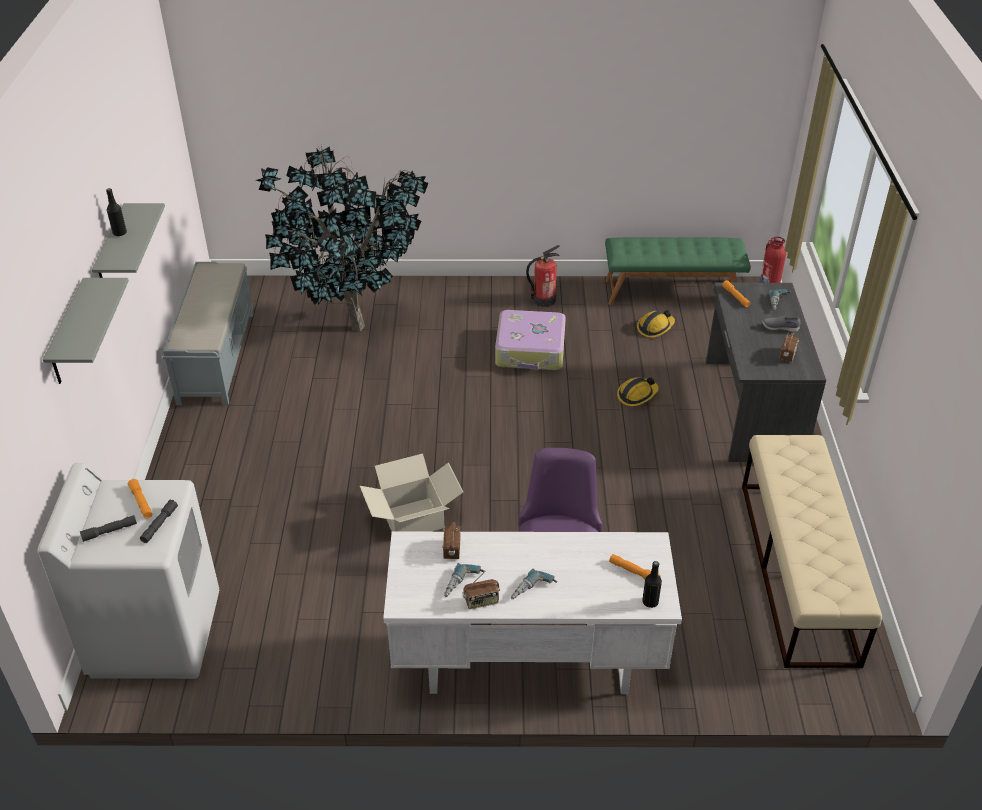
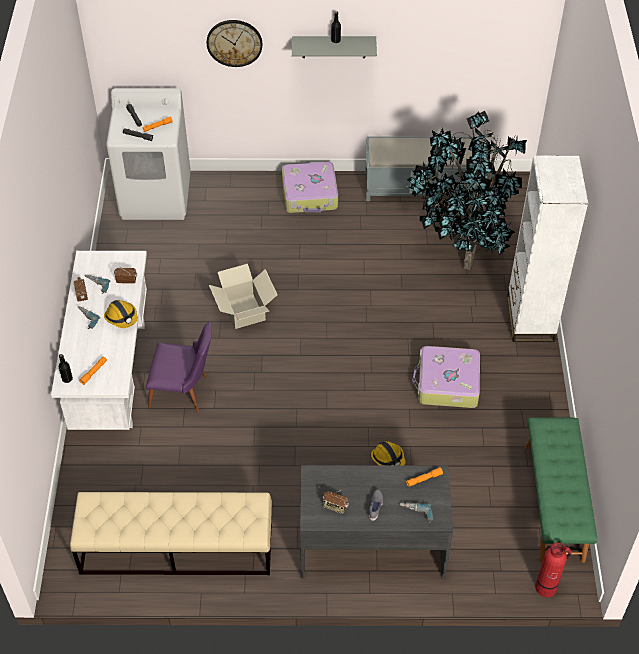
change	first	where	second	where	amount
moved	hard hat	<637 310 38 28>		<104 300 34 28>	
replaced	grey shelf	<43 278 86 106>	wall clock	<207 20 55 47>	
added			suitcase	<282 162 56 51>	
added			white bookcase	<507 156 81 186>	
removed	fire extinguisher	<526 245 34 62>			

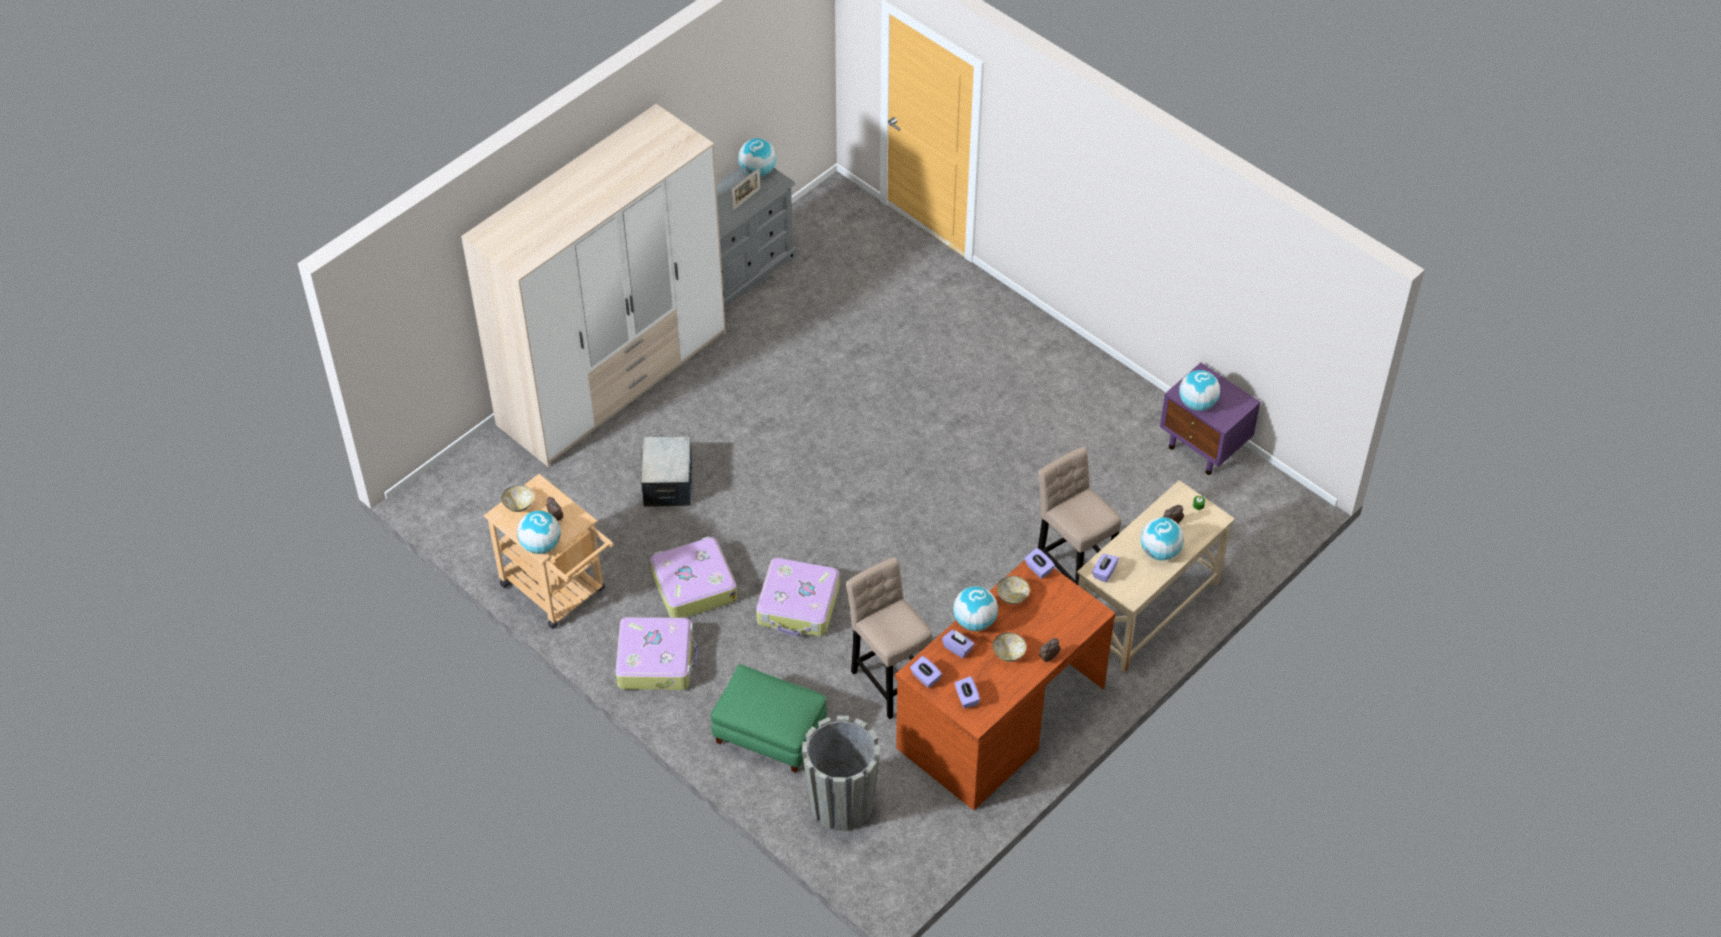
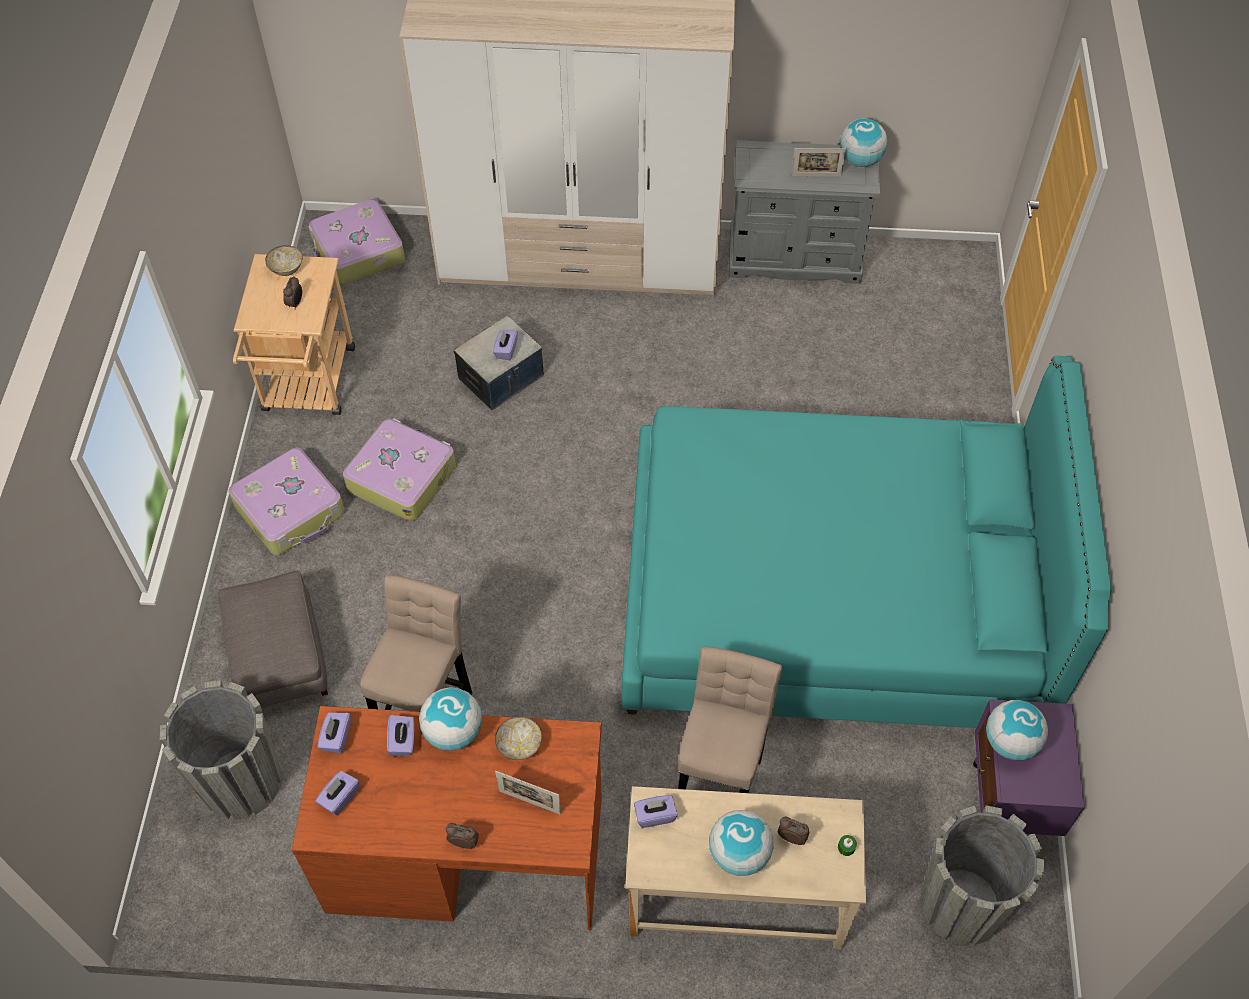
change	first	where	second	where	amount
recoloured	green ottoman	<711 664 116 109>	grey ottoman	<218 570 110 138>	
moved	suitcase	<756 558 84 79>		<308 199 97 86>	
moved	purple tissue box	<1024 548 31 31>		<493 330 25 30>	
added			picture frame	<495 771 66 44>	
added			turquoise bed	<622 356 490 372>	
added			grey planter	<920 805 124 141>	
removed	globe	<517 511 44 43>			
removed	bowl	<992 633 34 29>			

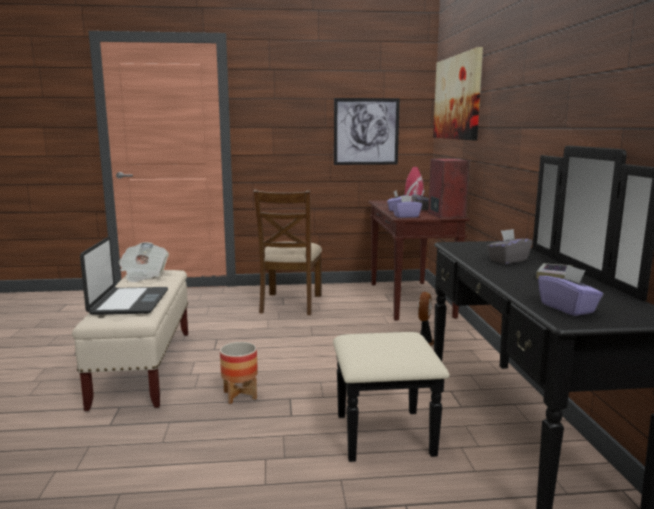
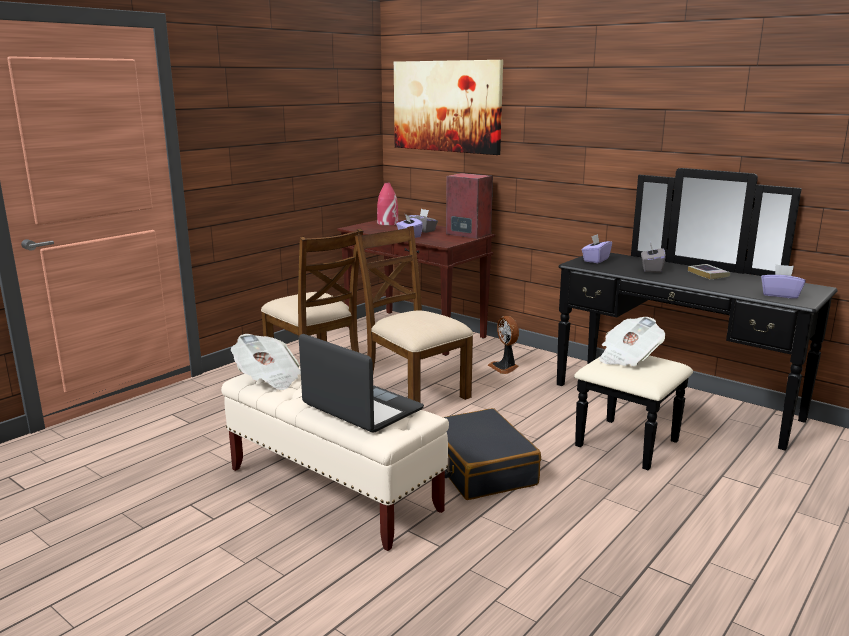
change	first	where	second	where	amount
added			brown chair	<355 226 118 177>	
replaced	planter	<220 342 38 62>	black suitcase	<443 408 98 92>	
moved	purple tissue box	<392 195 30 23>		<582 234 30 29>	
added			newspaper	<599 317 66 49>	
removed	picture	<334 98 66 67>			

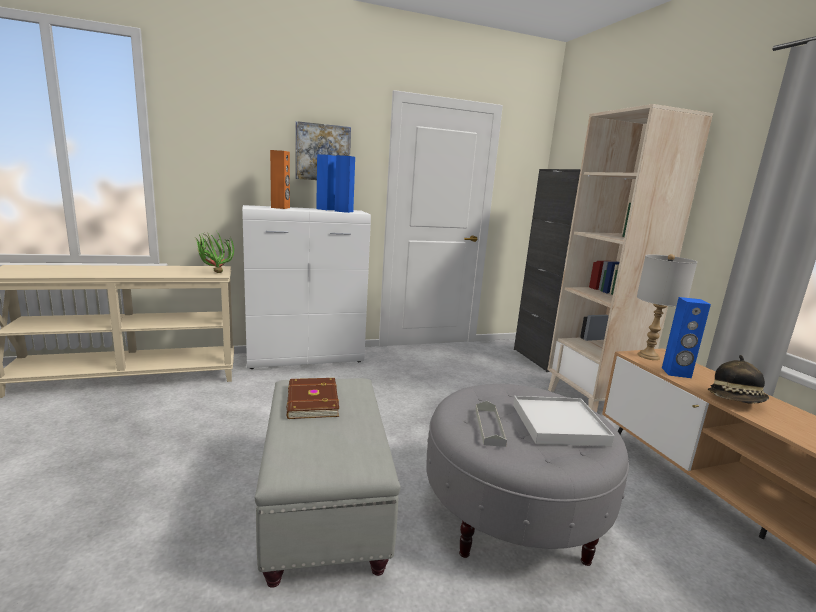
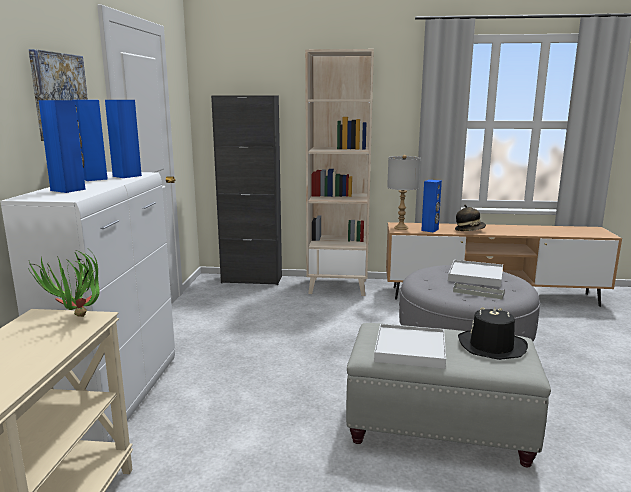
change	first	where	second	where	amount
recoloured	orange speaker	<270 150 20 59>	blue speaker	<39 100 47 93>	
replaced	brown book	<287 378 52 41>	white tray	<374 324 72 45>	
added			black hat	<458 308 70 52>	

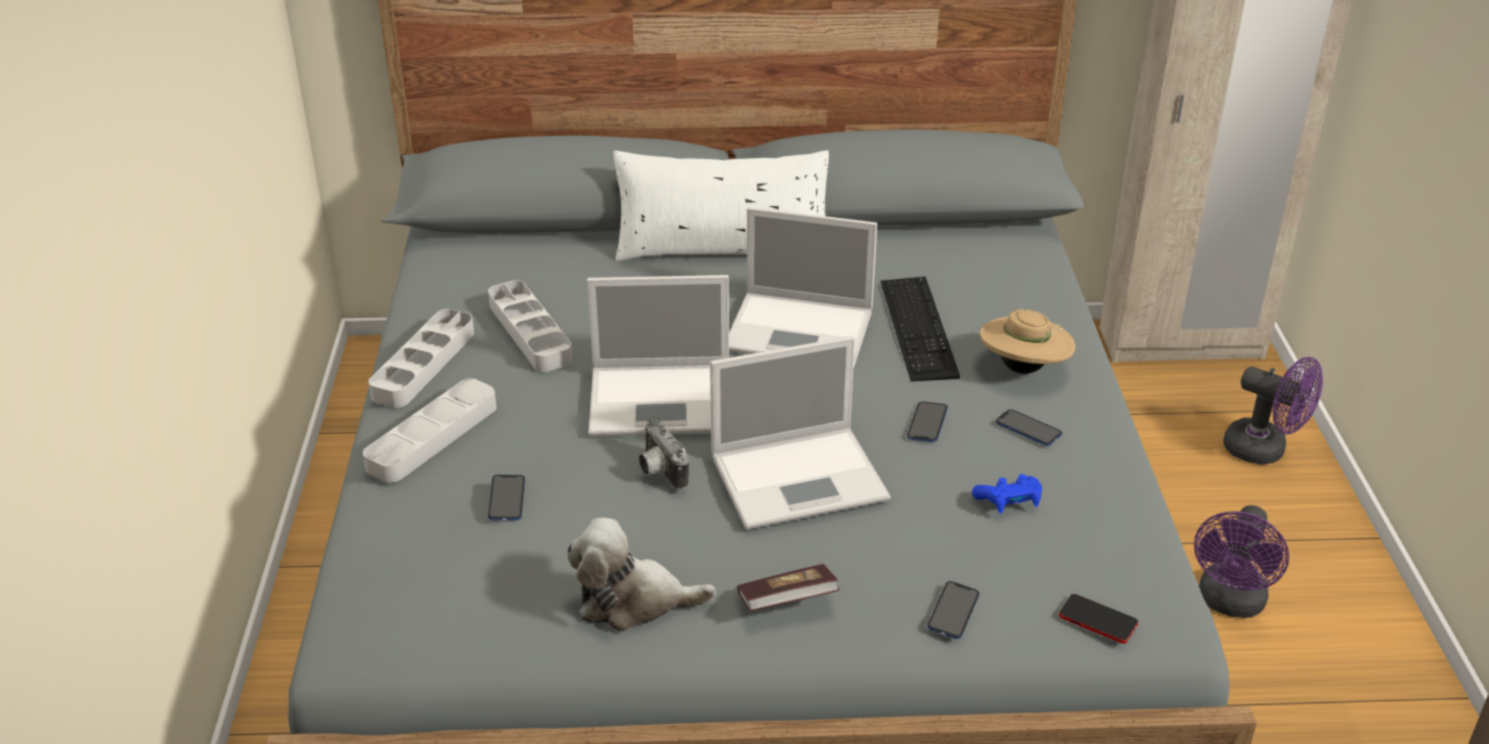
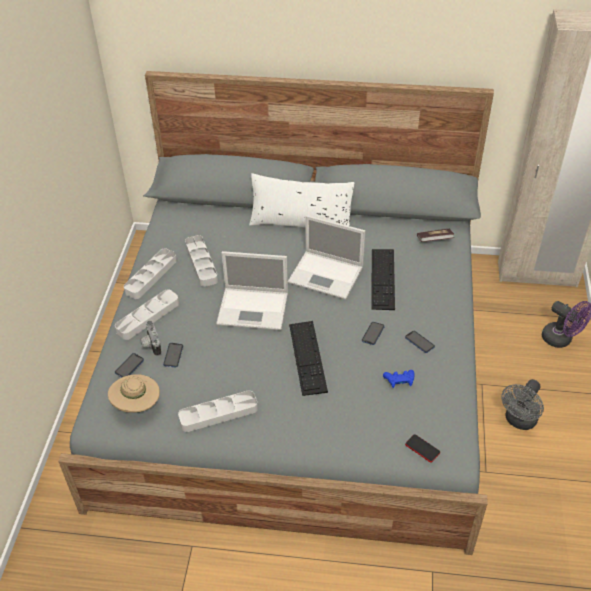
change	first	where	second	where	amount
moved	beige hat	<980 310 95 64>		<108 374 52 39>	
moved	phone	<927 581 52 58>		<115 353 29 24>	
moved	photo camera	<639 417 50 73>		<140 321 21 35>	
replaced	plush toy	<567 518 149 113>	grey tray	<178 391 80 41>	
replaced	laptop	<710 336 181 194>	keyboard	<289 321 39 75>	
moved	book	<737 564 103 47>		<417 229 38 13>	
recoloured	purple fan	<1194 505 95 113>	grey fan	<501 379 43 51>	

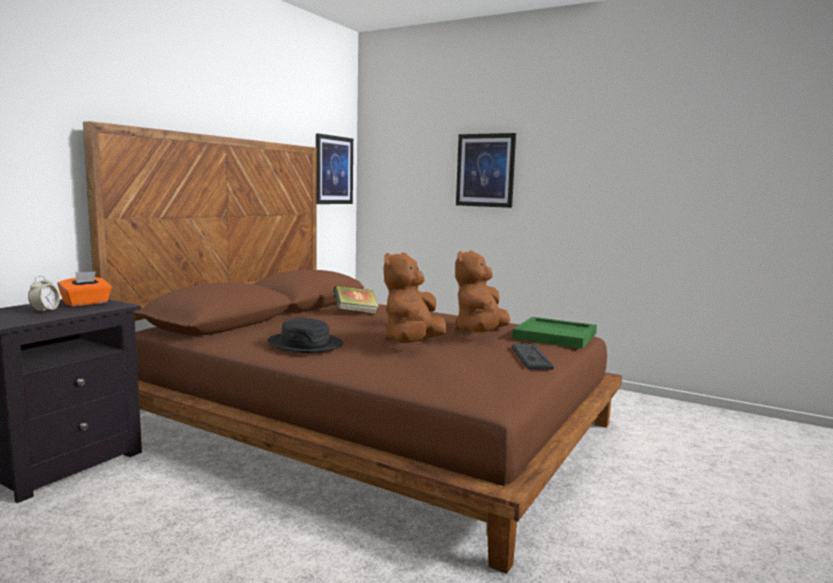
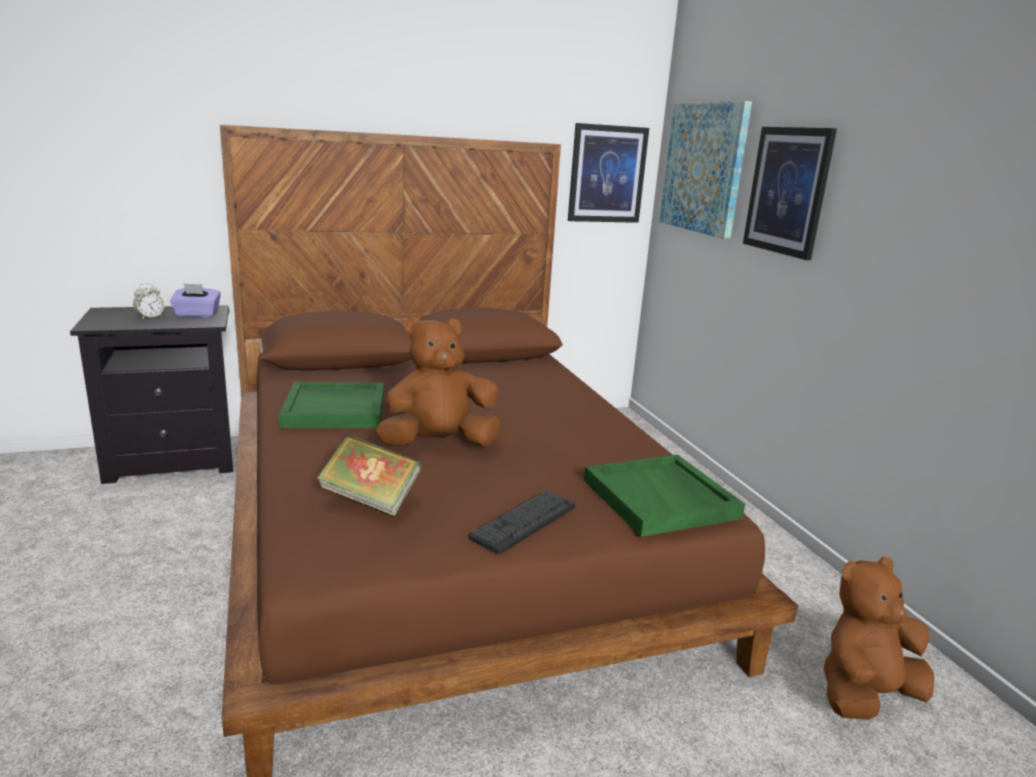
change	first	where	second	where	amount
recoloured	orange tissue box	<57 271 55 36>	purple tissue box	<170 283 51 35>	
replaced	black hat	<267 318 76 35>	green tray	<279 382 105 46>	
moved	book	<333 285 46 29>		<317 435 105 81>	
added			picture	<660 101 92 138>	
moved	brown plush toy	<455 250 55 82>		<824 556 110 164>	

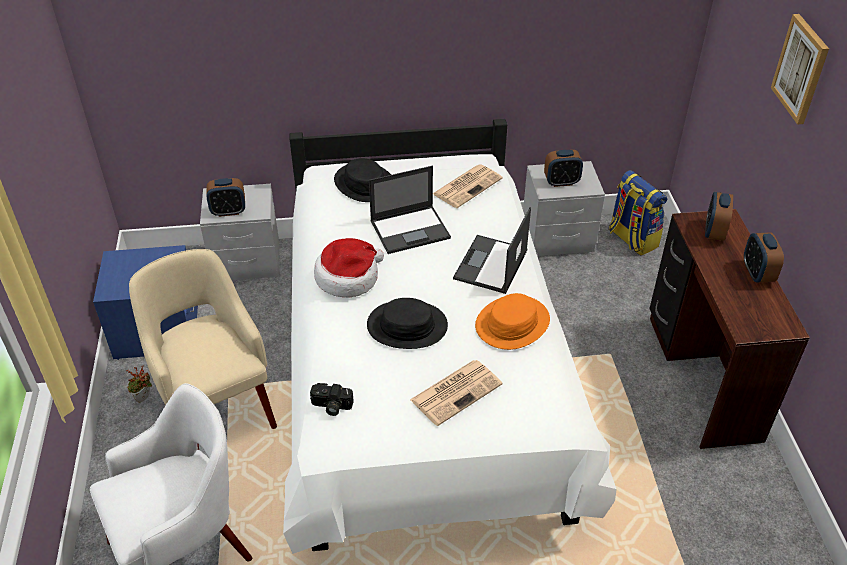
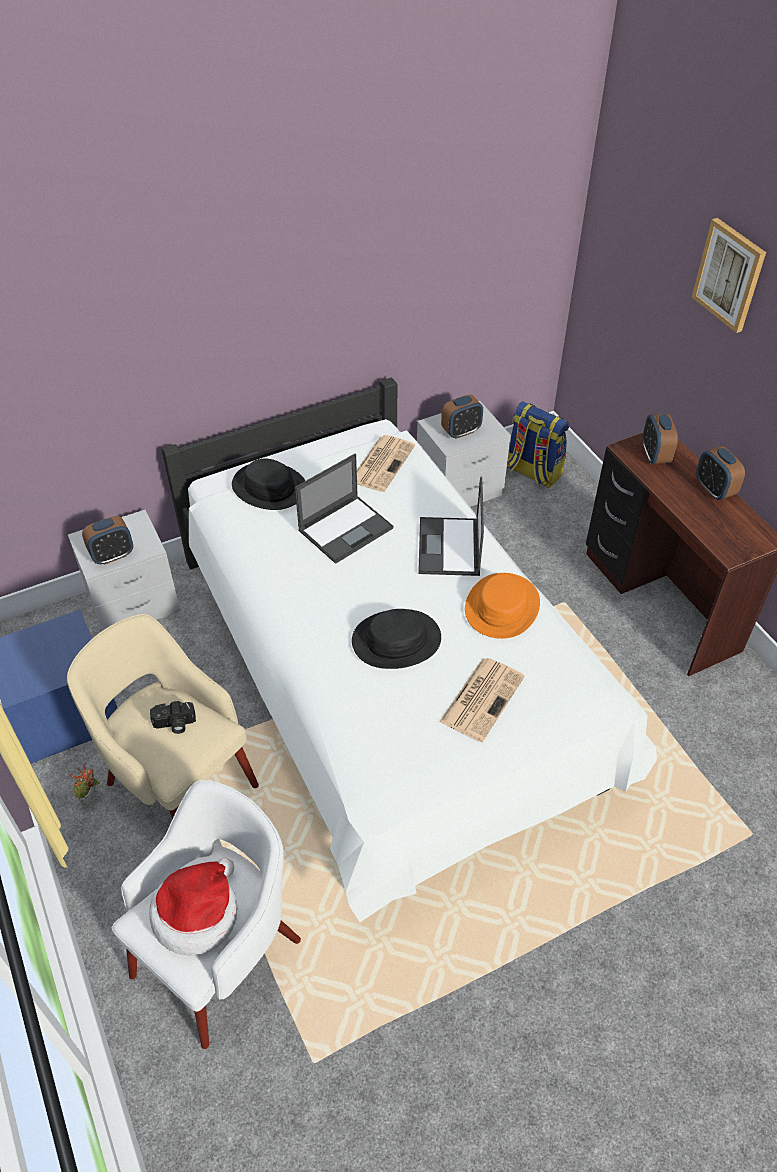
change	first	where	second	where	amount
moved	hat	<314 238 70 60>		<149 858 88 98>	
moved	photo camera	<310 383 43 33>		<150 701 46 33>	

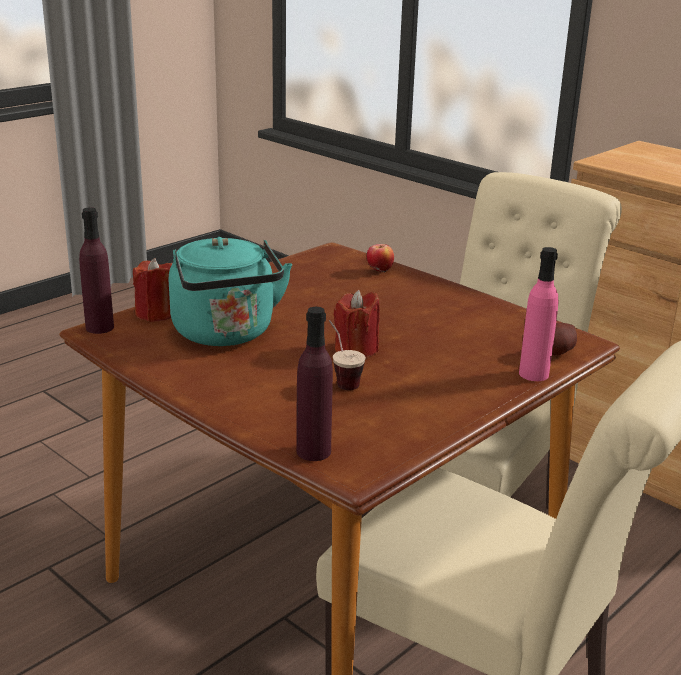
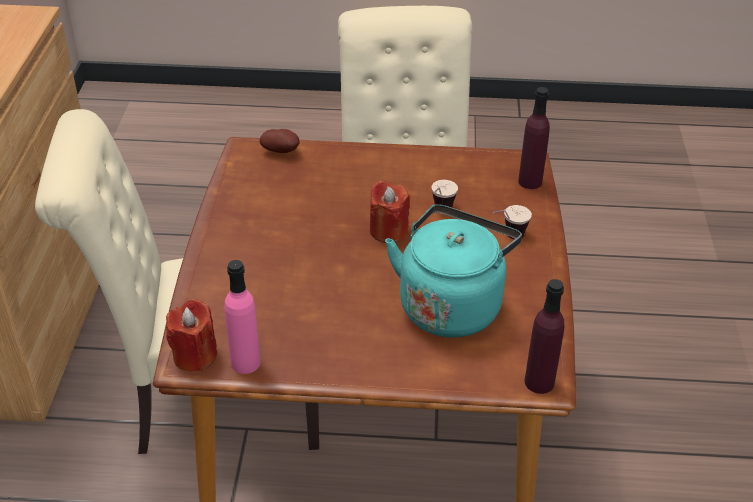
change	first	where	second	where	amount
moved	red candle	<133 258 39 64>		<166 299 51 73>	
moved	pink bottle	<519 247 39 134>		<224 260 37 114>	
added			cup	<493 205 39 34>	
removed	apple	<367 244 27 28>			

